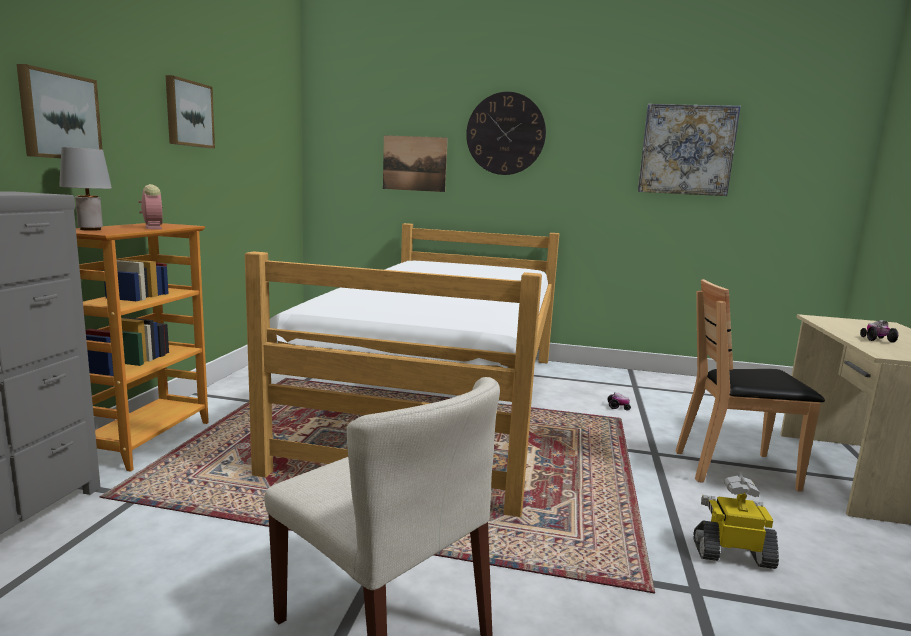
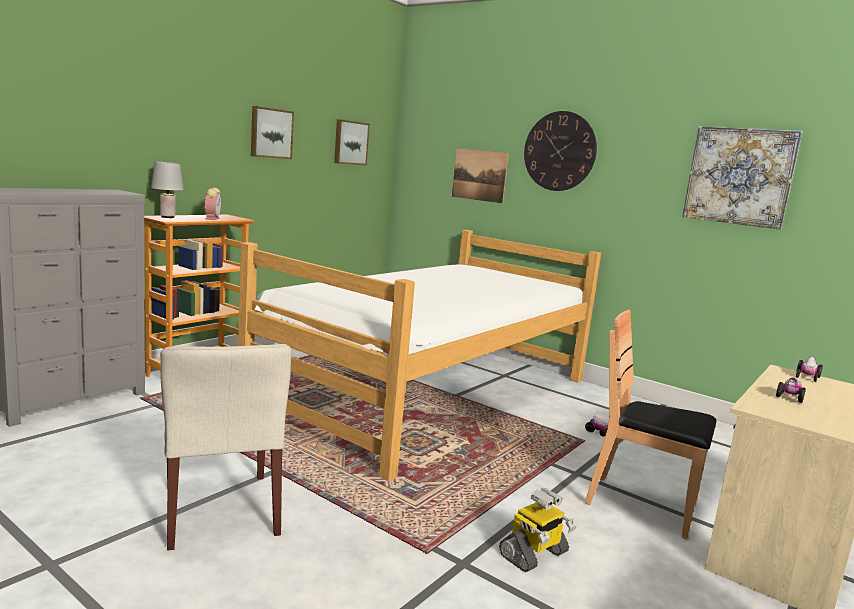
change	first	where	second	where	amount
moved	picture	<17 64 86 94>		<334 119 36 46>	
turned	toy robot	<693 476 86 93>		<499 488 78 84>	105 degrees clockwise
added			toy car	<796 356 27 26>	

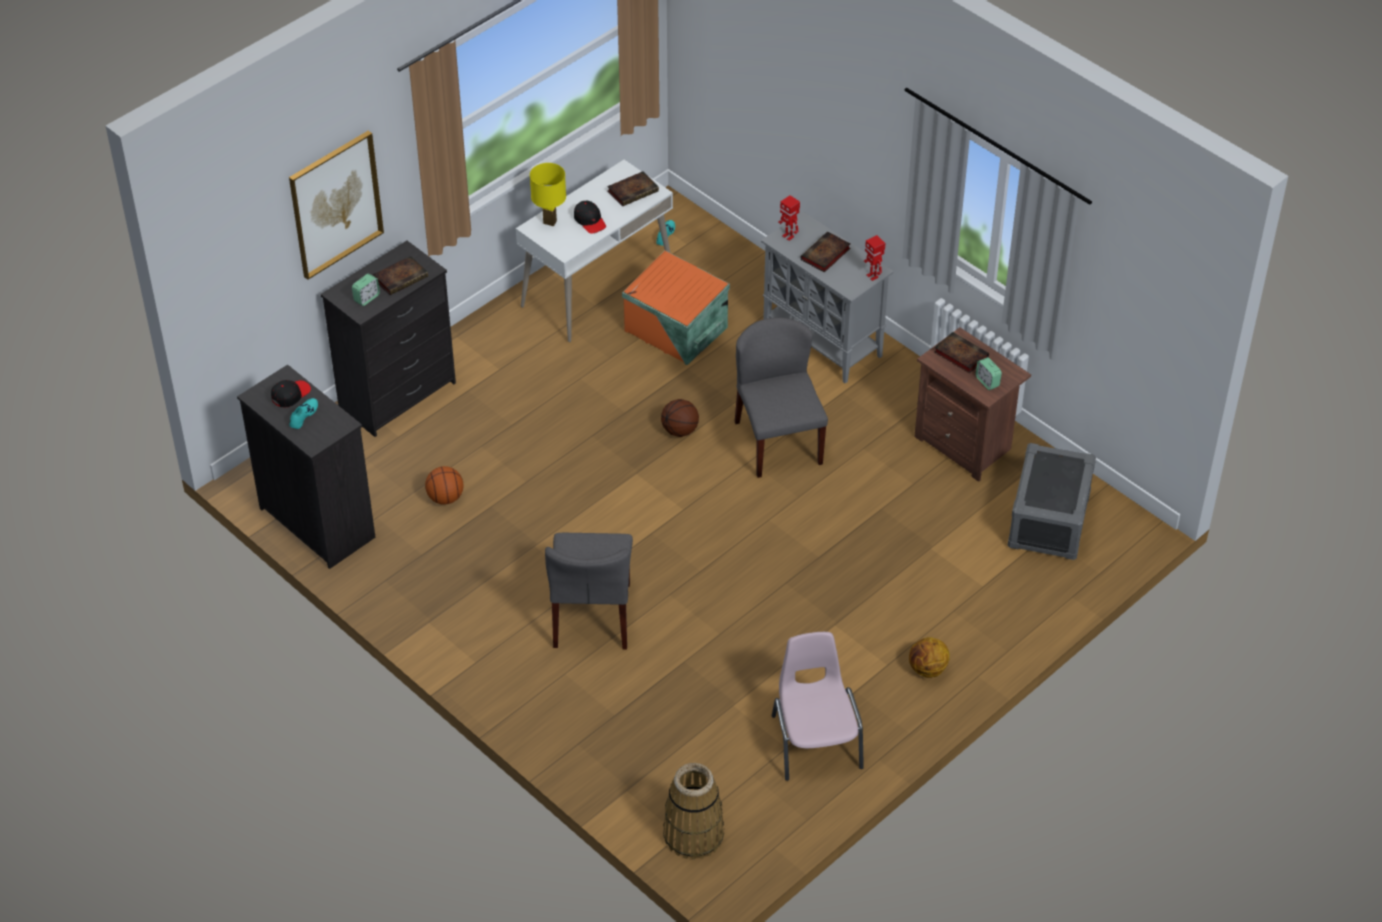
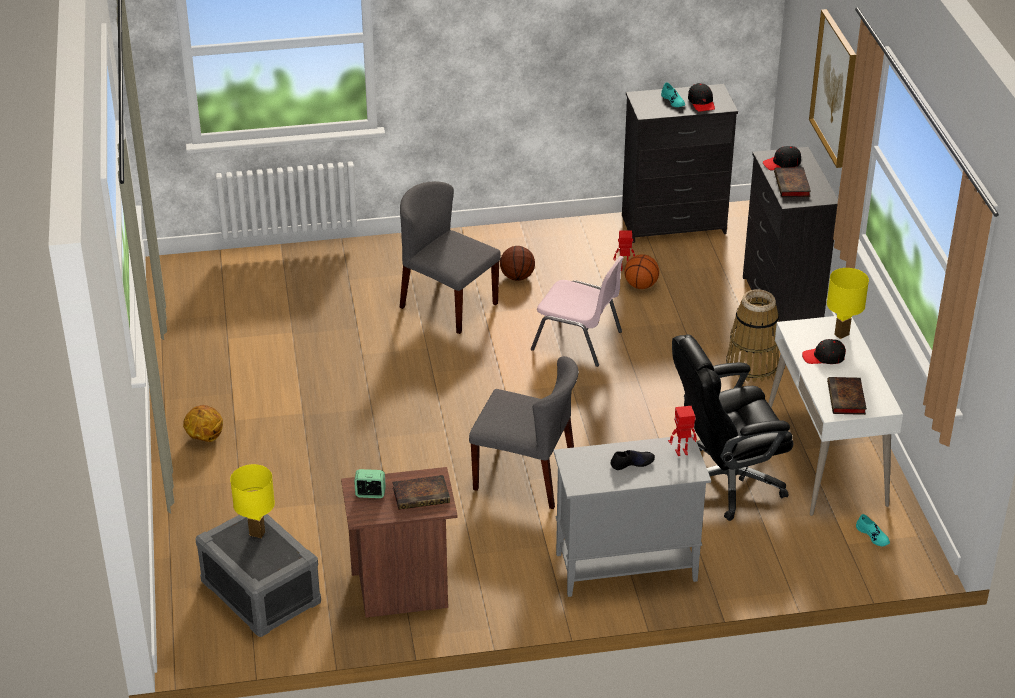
change	first	where	second	where	amount
added			yellow table lamp	<230 464 45 74>	
moved	basketball	<661 399 38 38>		<500 246 35 35>	
moved	pink chair	<772 632 92 149>		<531 256 93 111>	
replaced	book	<801 231 49 42>	black shoe	<611 450 44 20>	
moved	toy robot	<864 235 21 46>		<613 230 22 41>	
replaced	orange storage box	<622 250 108 115>	black office chair	<672 335 121 186>	
moved	basket	<663 763 61 97>		<726 289 53 93>	
replaced	alarm clock	<352 274 28 32>	black cap	<763 146 38 24>	

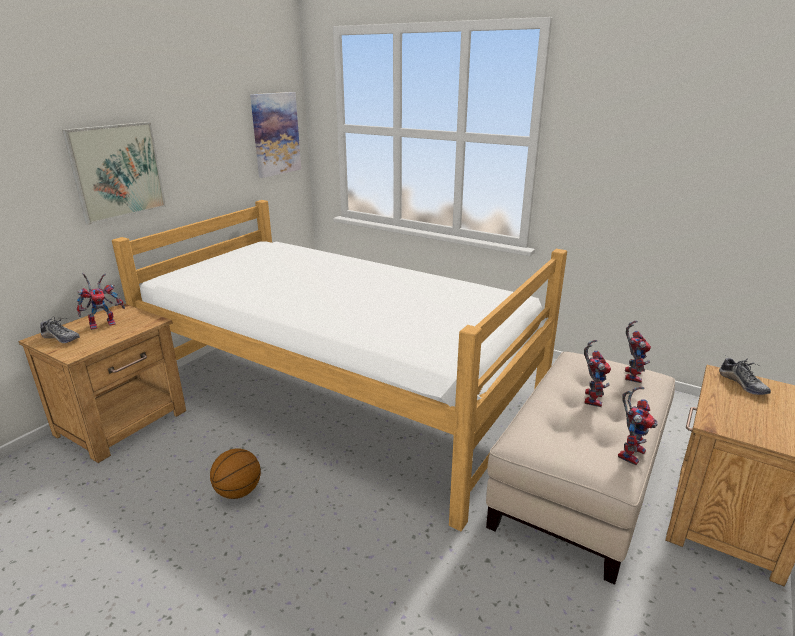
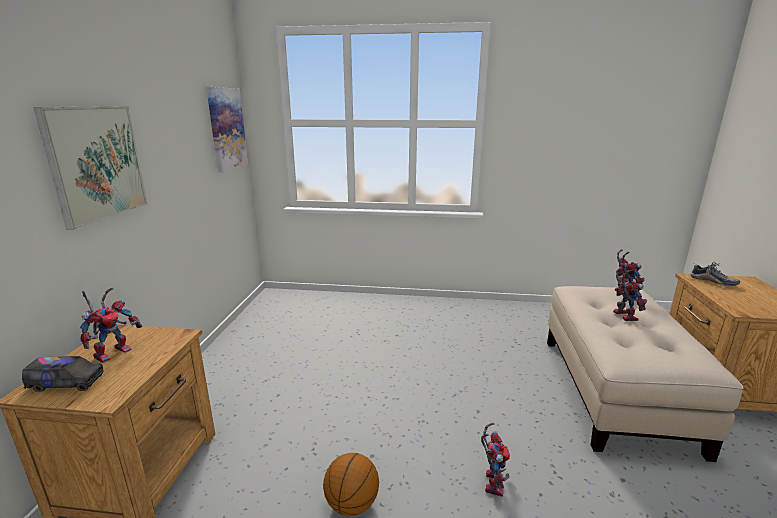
change	first	where	second	where	amount
replaced	shoe	<40 317 40 26>	toy truck	<22 356 82 36>	
moved	toy robot	<618 386 40 79>		<481 423 29 74>	
removed	bed	<112 200 455 331>			

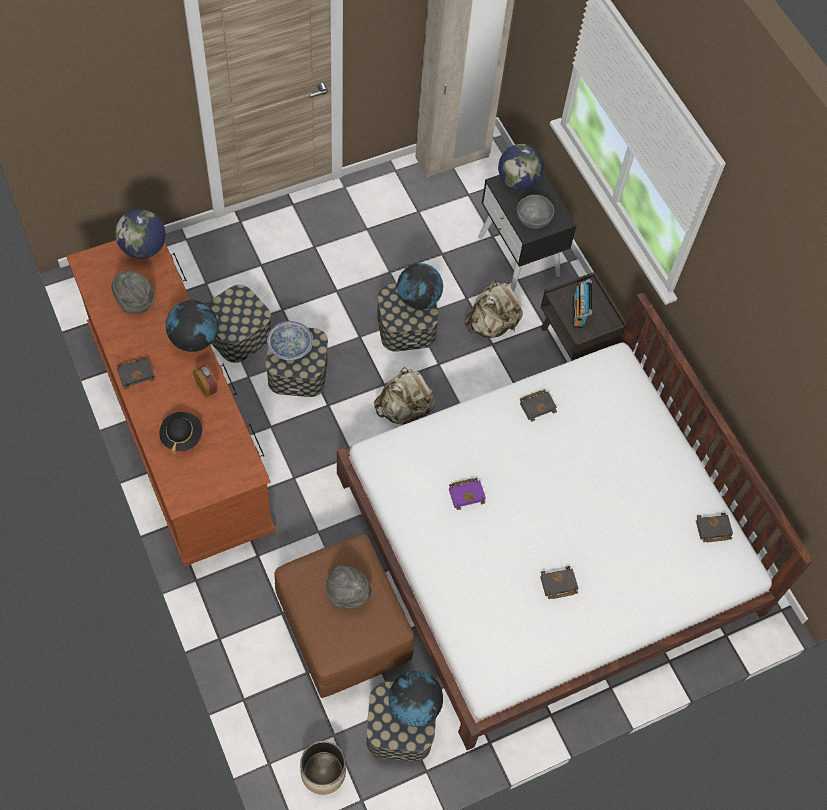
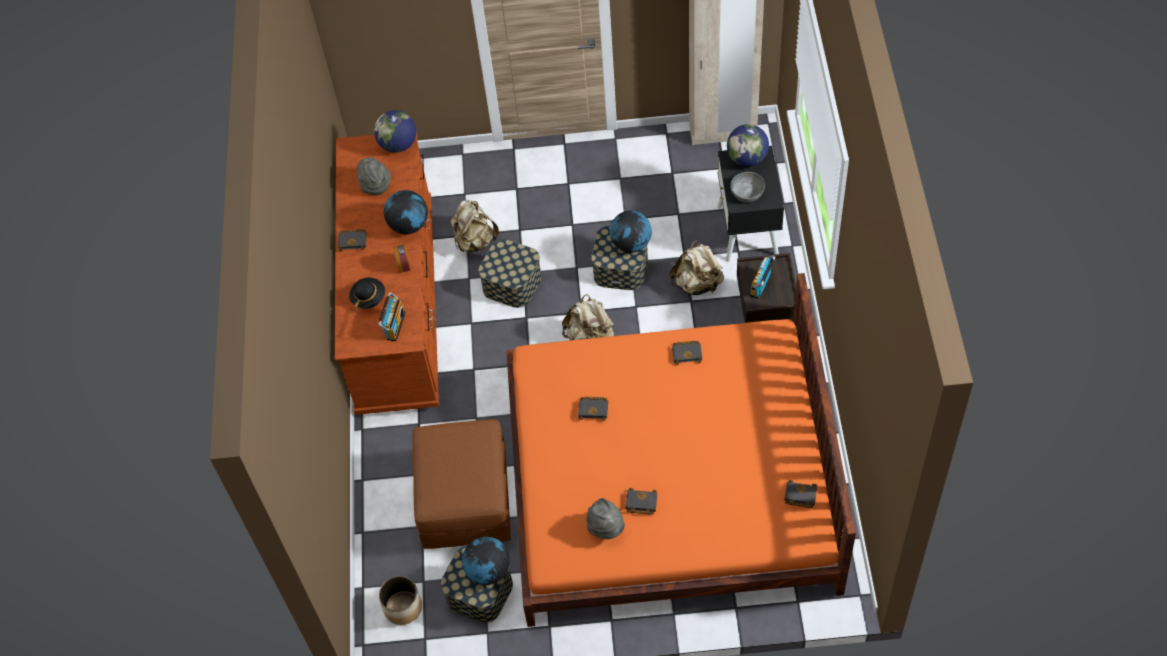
change	first	where	second	where	amount
added			radio	<378 292 28 49>	
replaced	storage box	<205 285 66 78>	beige backpack	<451 200 48 52>	
recoloured	white bed	<337 292 477 458>	orange bed	<506 273 350 354>	
recoloured	purple book	<449 478 37 32>	black book	<578 397 30 24>	
moved	grey hat	<326 565 46 44>		<586 498 39 41>	
removed	bowl	<267 321 46 39>			

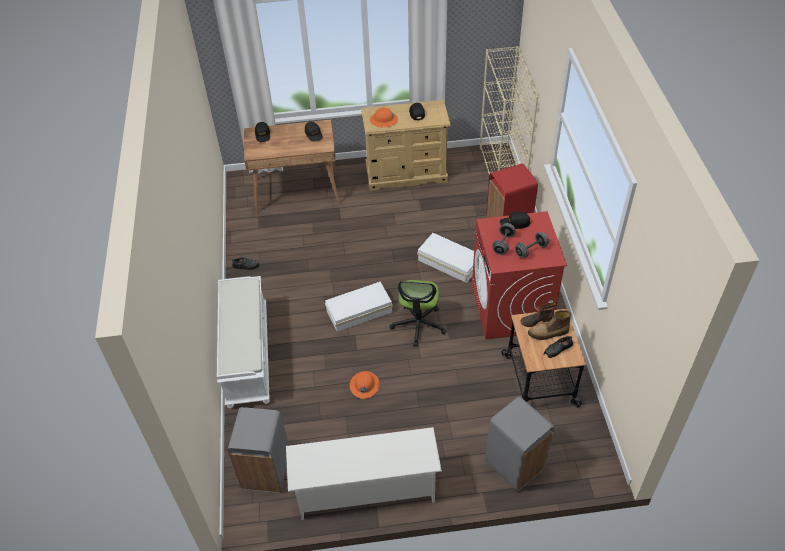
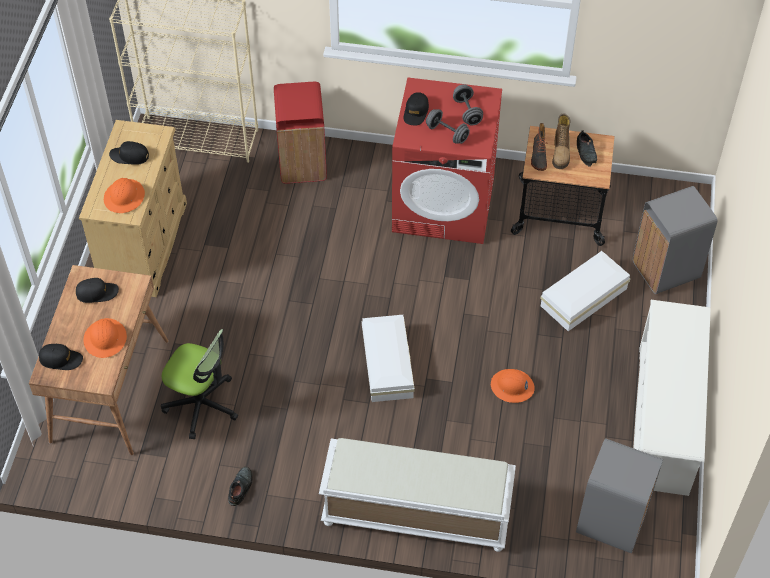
change	first	where	second	where	amount
added			orange hard hat	<84 318 43 40>	
moved	office chair	<390 280 57 66>		<161 329 77 111>	
moved	white storage box	<417 233 57 50>		<540 251 90 80>	

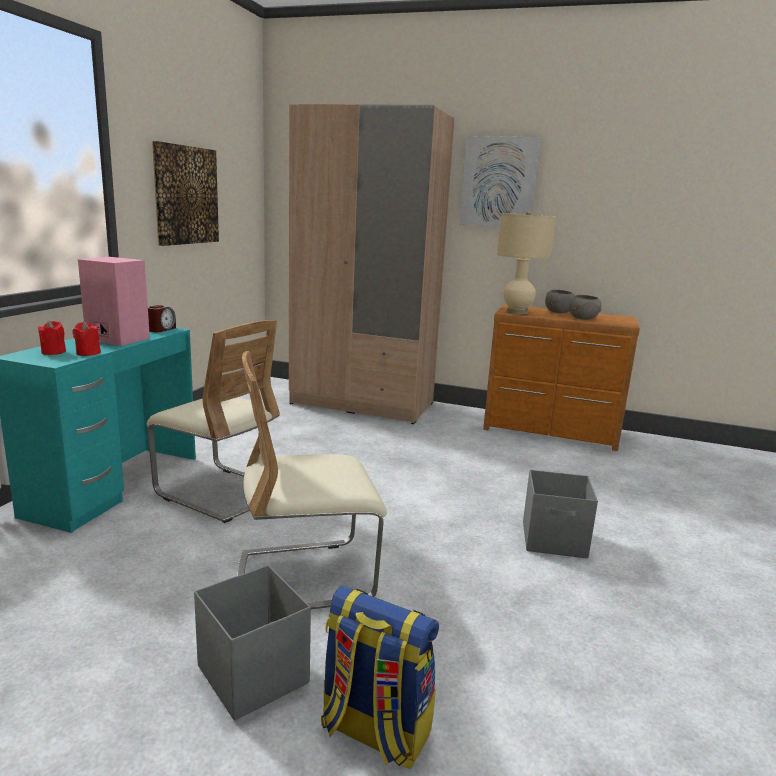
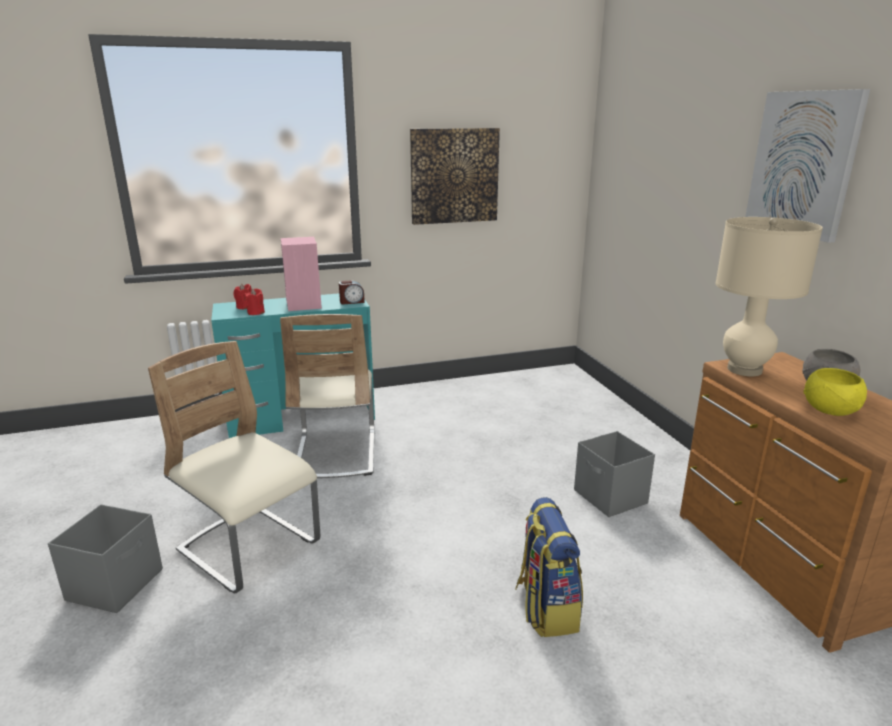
change	first	where	second	where	amount
moved	backpack	<321 586 118 183>		<515 497 68 140>	
moved	grey storage box	<523 470 75 88>		<574 431 81 86>	
recoloured	grey bowl	<569 295 32 25>	yellow bowl	<803 368 64 48>	
removed	beige wardrobe	<289 104 166 320>			

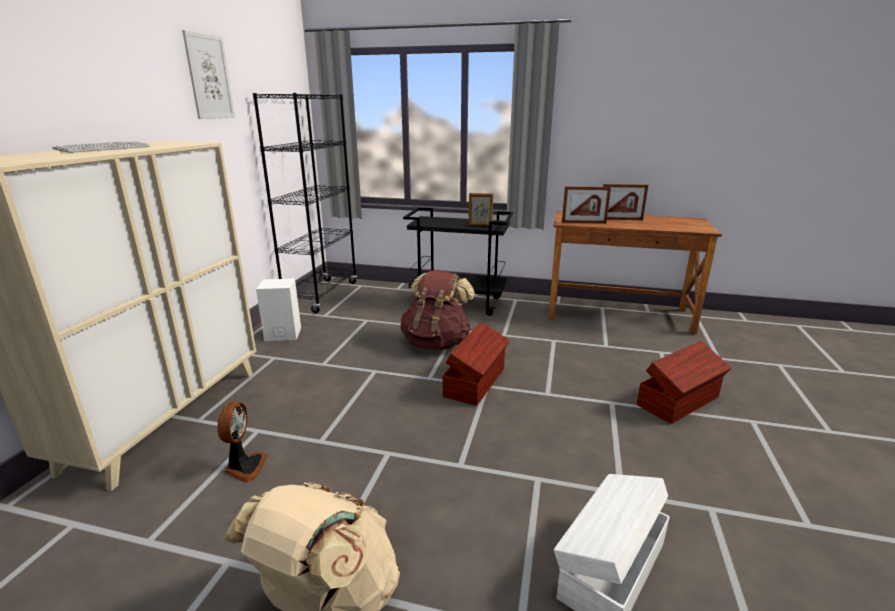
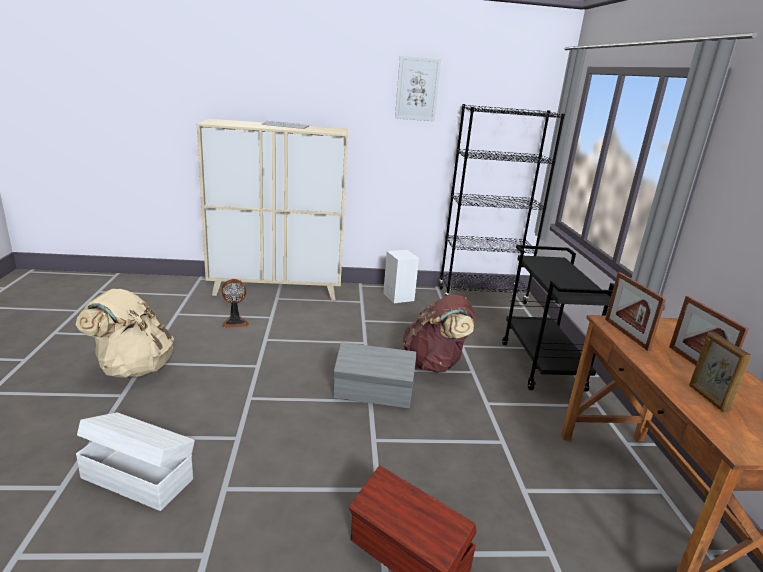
change	first	where	second	where	amount
recoloured	brown storage box	<443 322 67 84>	grey storage box	<334 342 82 66>	
moved	picture frame	<468 193 25 33>		<689 331 63 81>	

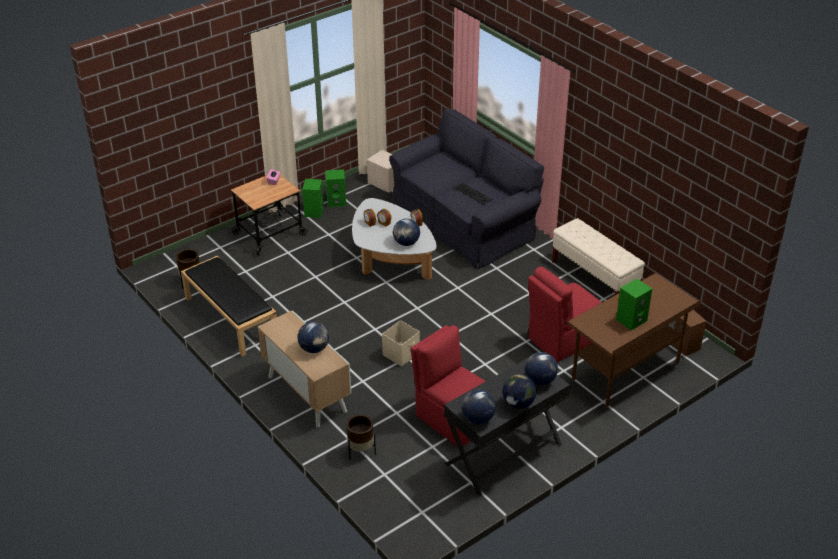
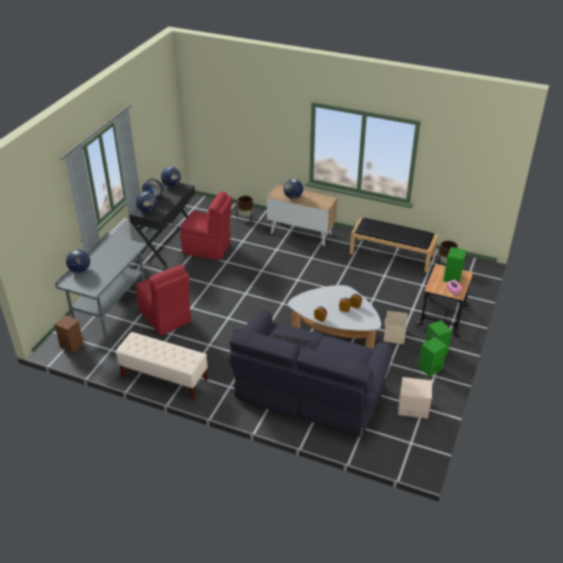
change	first	where	second	where	amount
recoloured	brown desk	<567 273 134 135>	grey desk	<55 233 92 106>	
moved	globe	<393 219 27 27>		<66 249 24 24>	
turned	red chair	<528 267 74 95>		<136 265 55 70>	120 degrees clockwise
moved	beige storage box	<382 320 38 47>		<383 311 25 33>	
moved	green speaker	<616 278 36 52>		<443 247 23 36>	

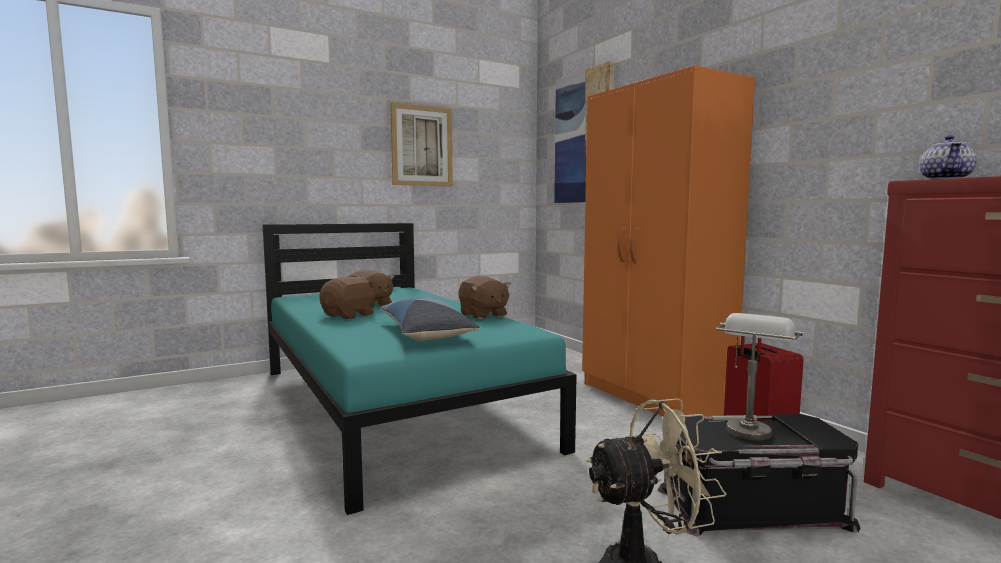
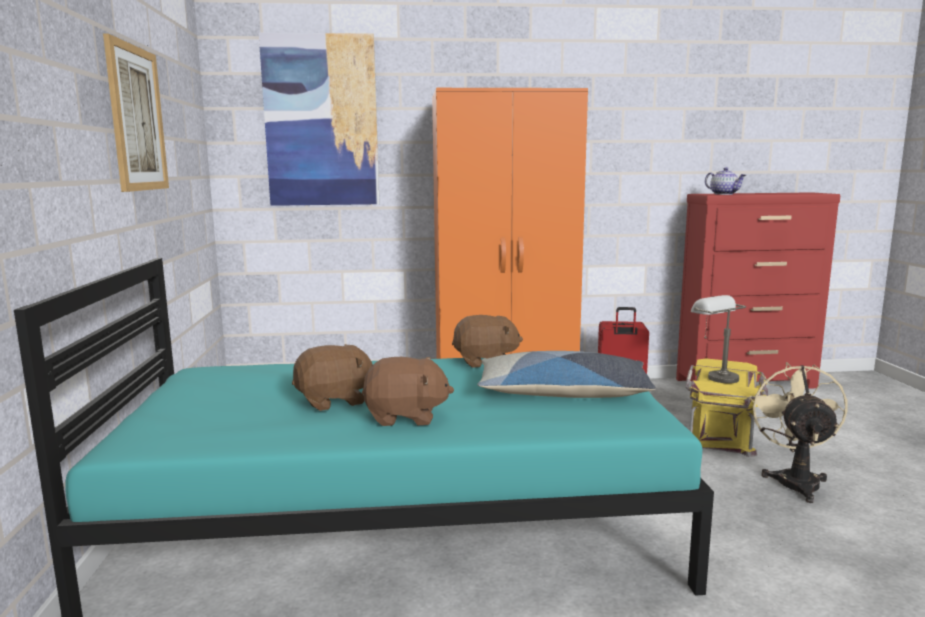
change	first	where	second	where	amount
turned	brown plush toy	<319 276 56 43>		<362 357 92 69>	120 degrees clockwise
recoloured	black storage box	<657 414 203 122>	yellow storage box	<685 358 83 99>	

